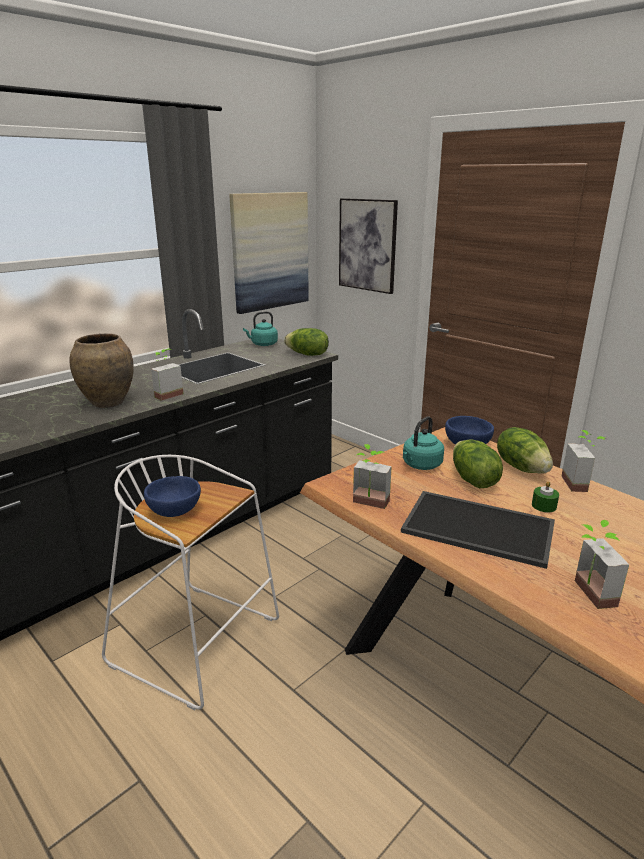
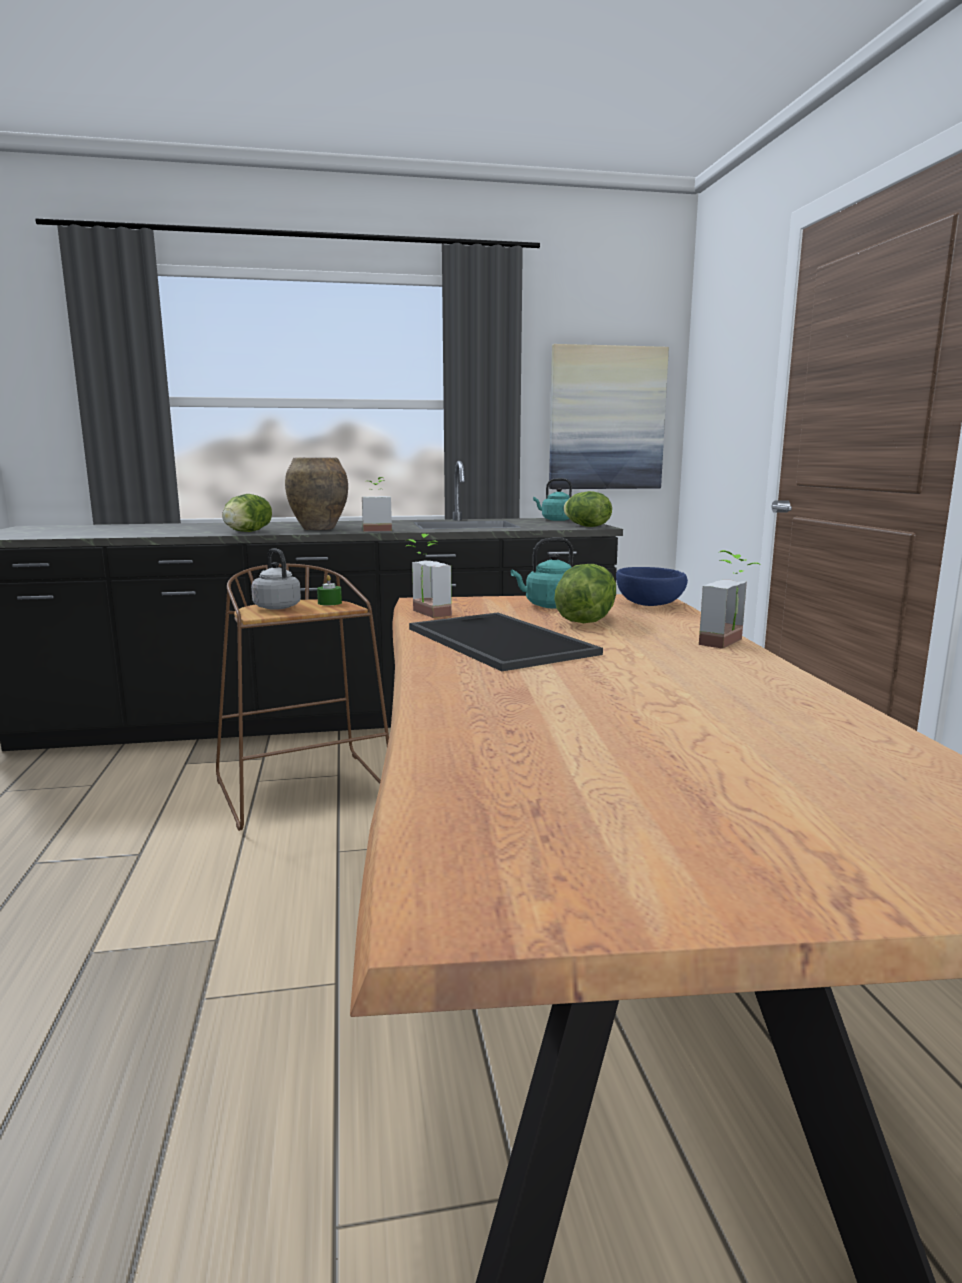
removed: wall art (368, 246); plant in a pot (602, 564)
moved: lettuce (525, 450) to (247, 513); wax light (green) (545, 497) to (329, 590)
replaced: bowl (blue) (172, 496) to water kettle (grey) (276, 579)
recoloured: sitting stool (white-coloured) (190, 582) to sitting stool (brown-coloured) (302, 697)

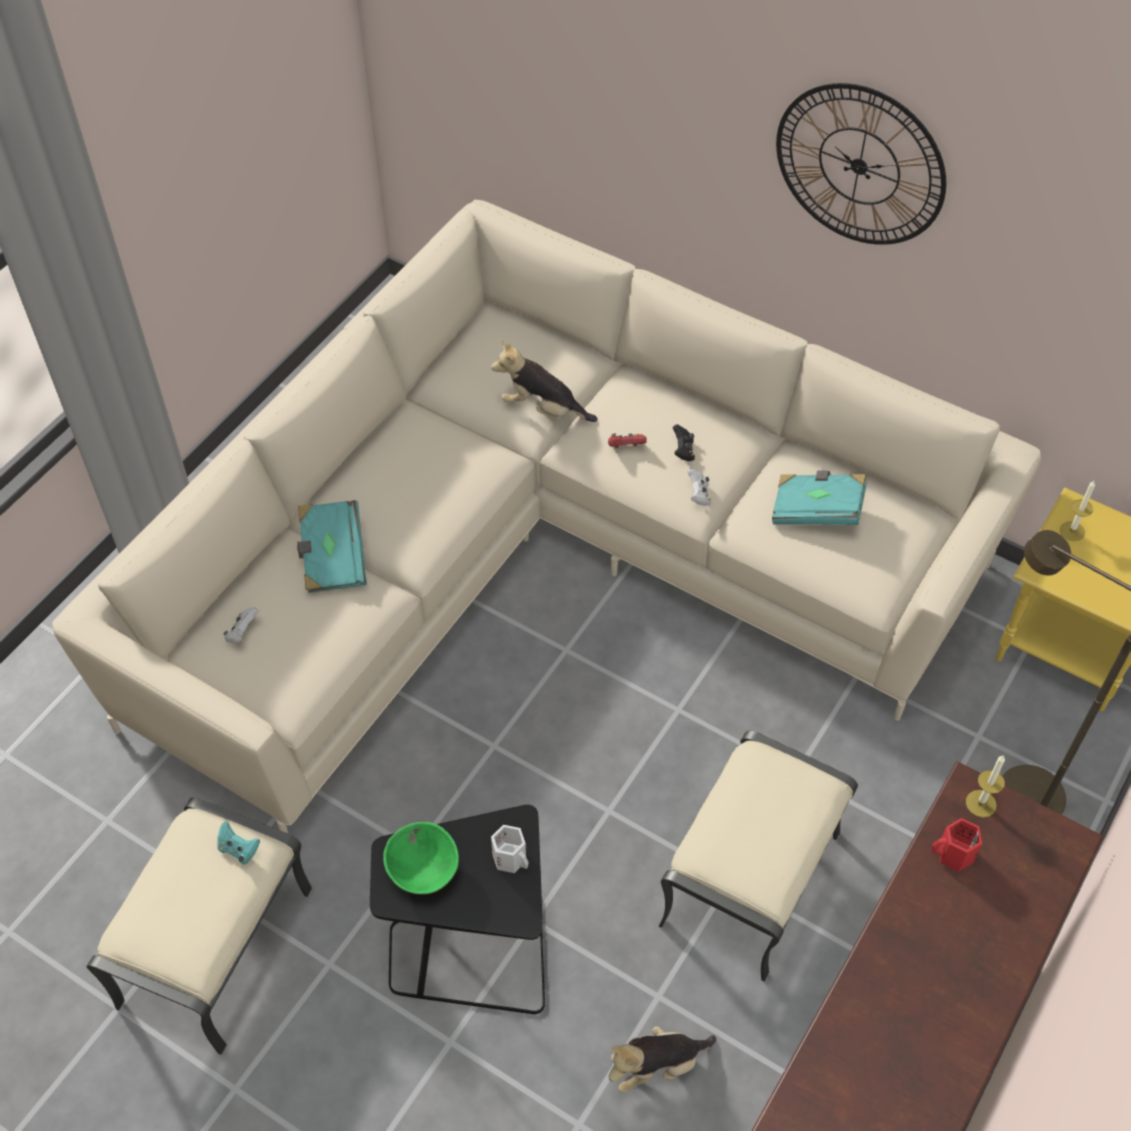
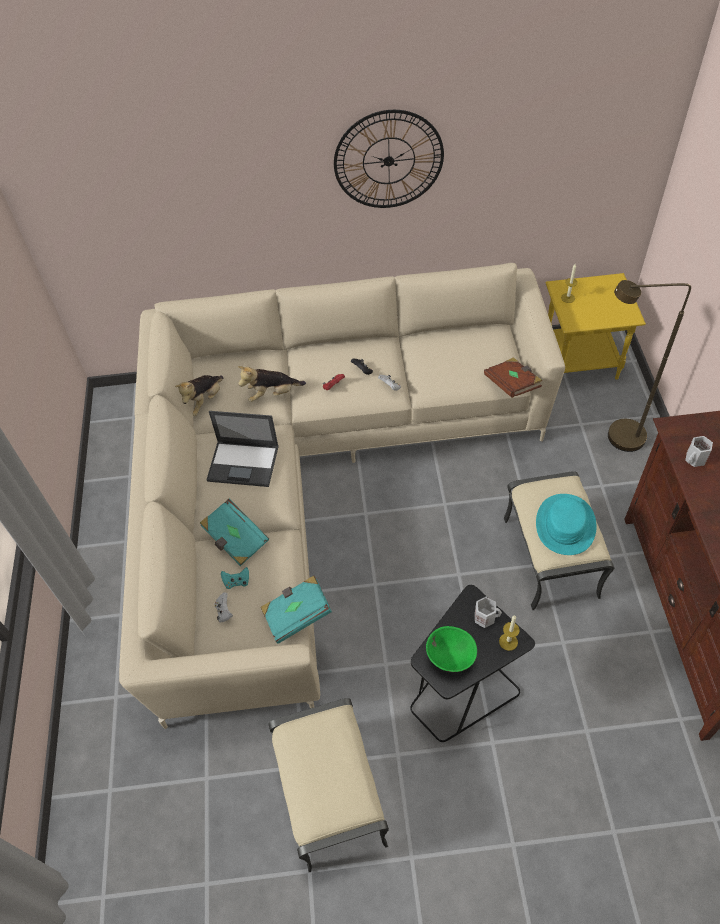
added: laptop (242, 449); bound book (brown-coloured) (513, 377); hat (turquoise) (566, 524)
moved: gamepad (turquoise) (239, 842) to (235, 578); cuddly toy (662, 1059) to (199, 395); bound book (turquoise) (819, 497) to (296, 610); wax light (985, 787) to (509, 633)
recoloured: coffee mug (red-coloured) (957, 845) to coffee mug (white-coloured) (699, 451)

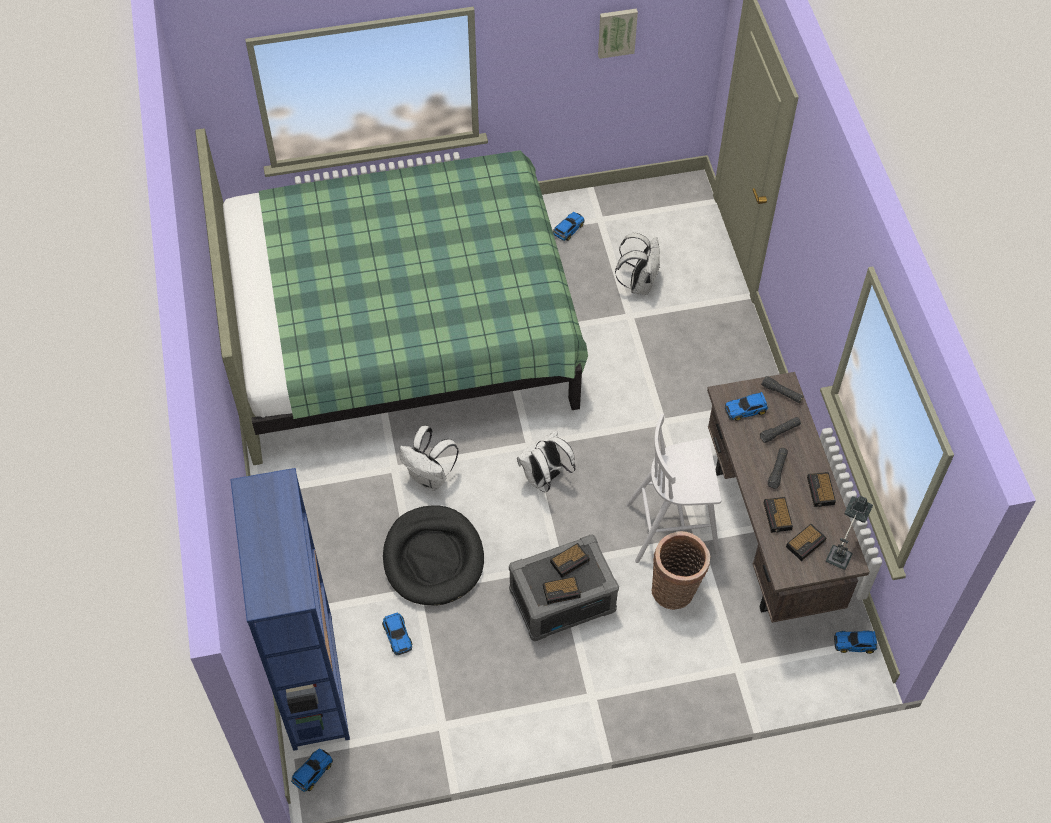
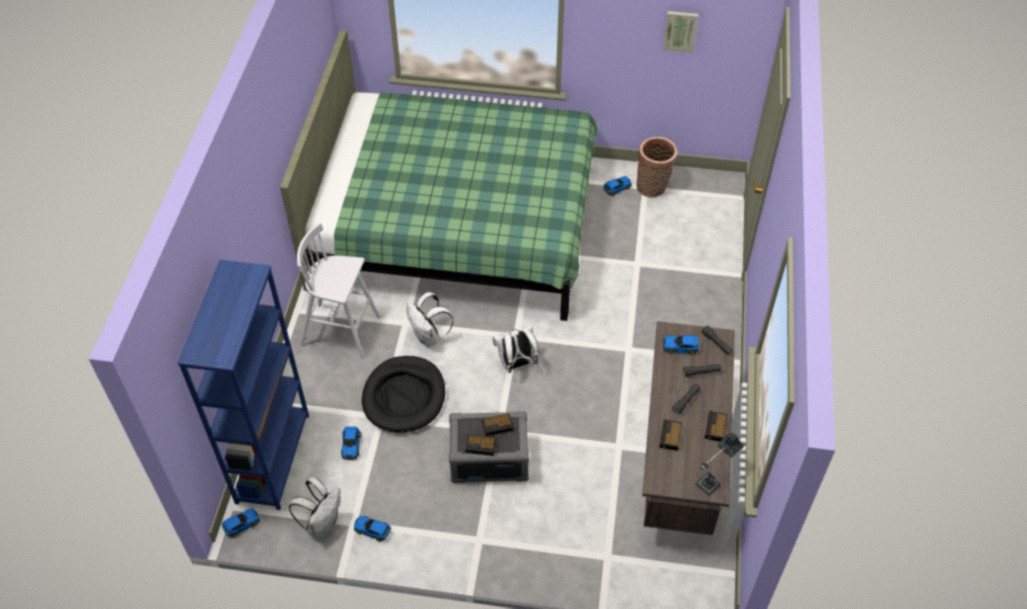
removed: table clock (806, 542)
moved: rucksack (white-coloured) (637, 264) to (315, 507); sitting stool (white-coloured) (673, 488) to (339, 290); basket (680, 570) to (657, 167); miniature car (855, 642) to (372, 529)

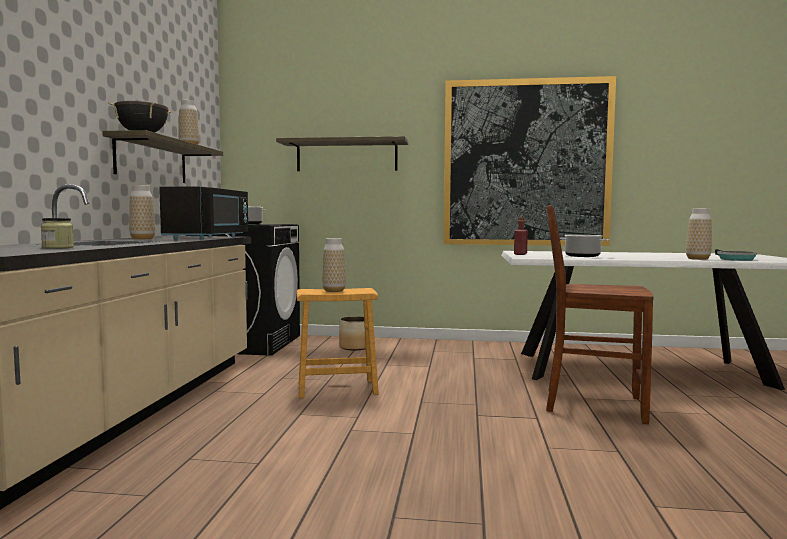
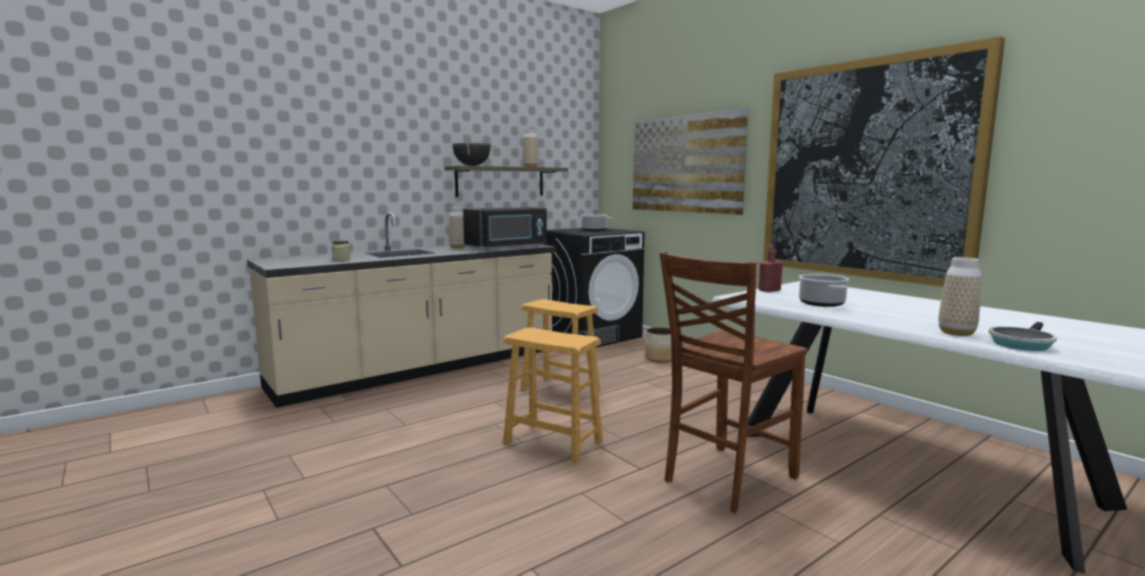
removed: decorative vase (334, 265)
added: sitting stool (brown-coloured) (553, 395)
replaced: bracket shelf (342, 153) to wall art (690, 161)
turned: chair (brown-coloured) (599, 314) = (733, 382) 105 degrees counterclockwise

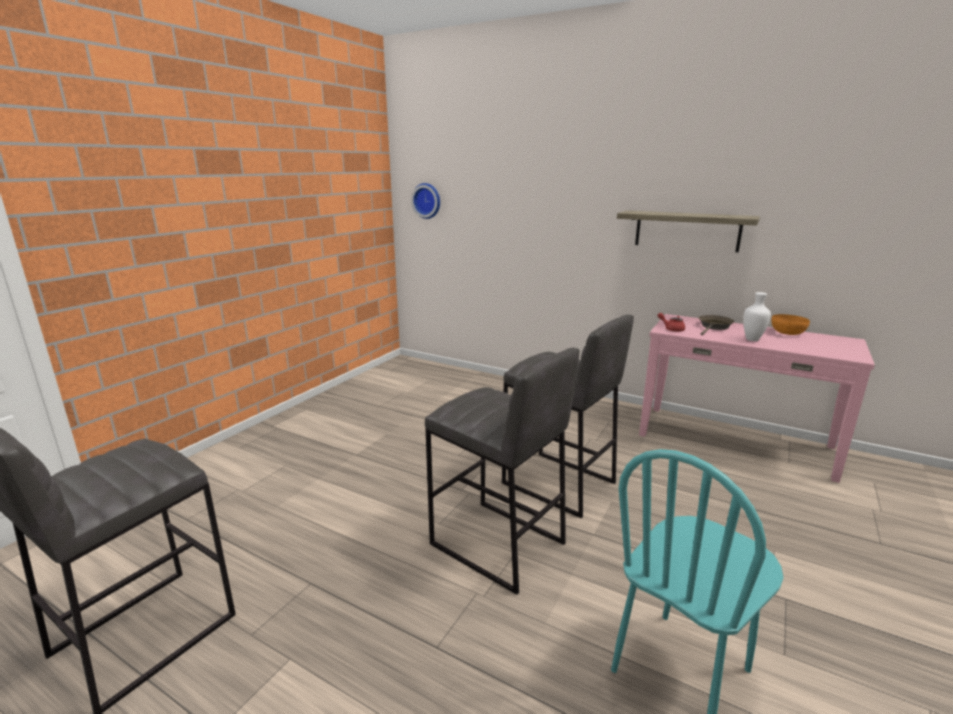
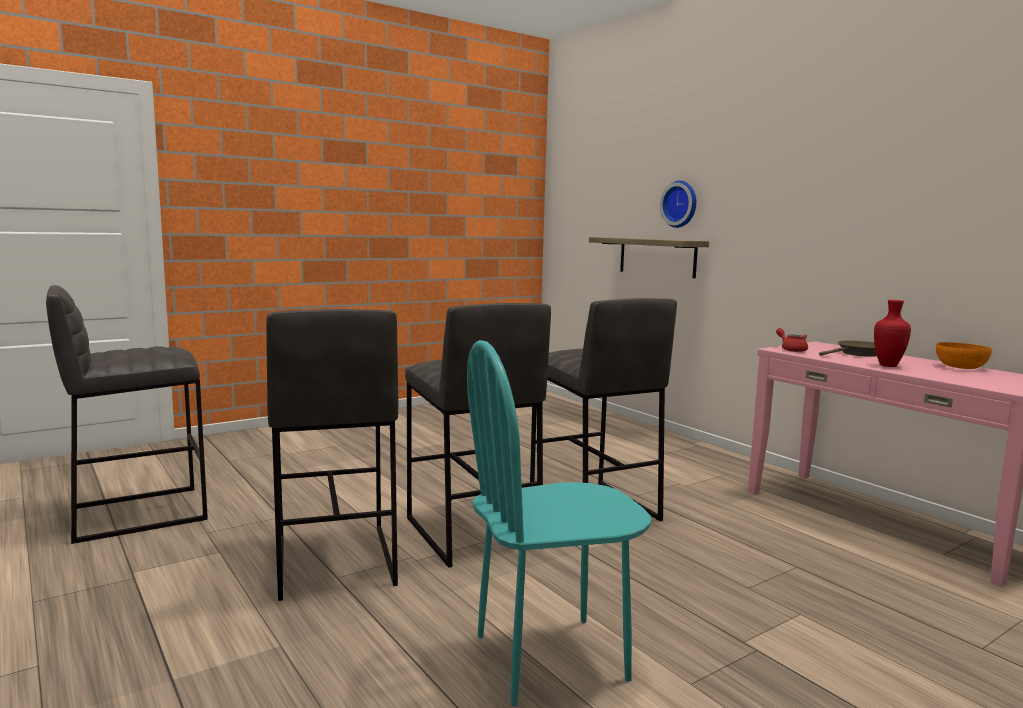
added: sitting stool (grey) (332, 455)
moved: clock on the wall (425, 201) to (678, 204); bracket shelf (688, 231) to (649, 257)
recoloured: decorative vase (white-coloured) (757, 316) to decorative vase (red-coloured) (892, 333)

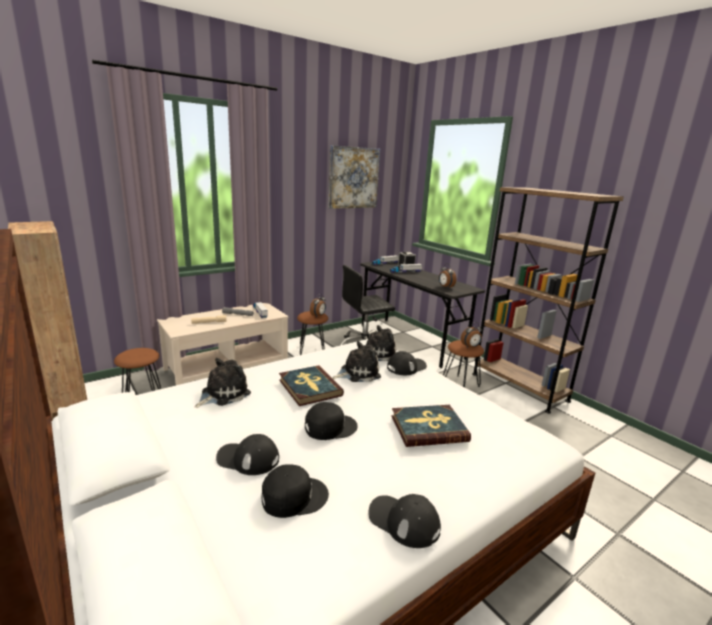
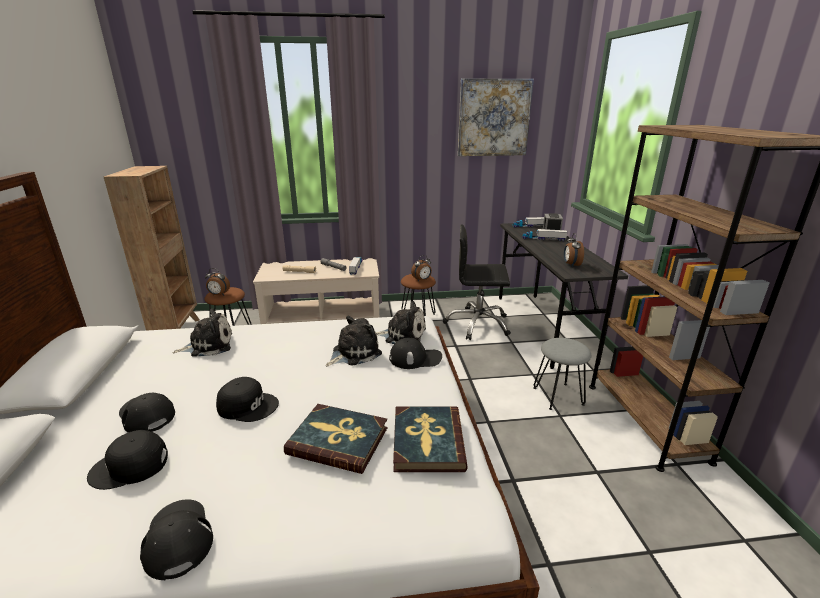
moved: bound book (311, 385) to (430, 439); table clock (471, 335) to (217, 281)
recoloured: sitting stool (brown-coloured) (463, 363) to sitting stool (grey) (562, 374)
turned: cap (black-coloured) (295, 491) = (127, 460) 150 degrees clockwise; cuddly toy (356, 361) = (354, 341) 45 degrees counterclockwise

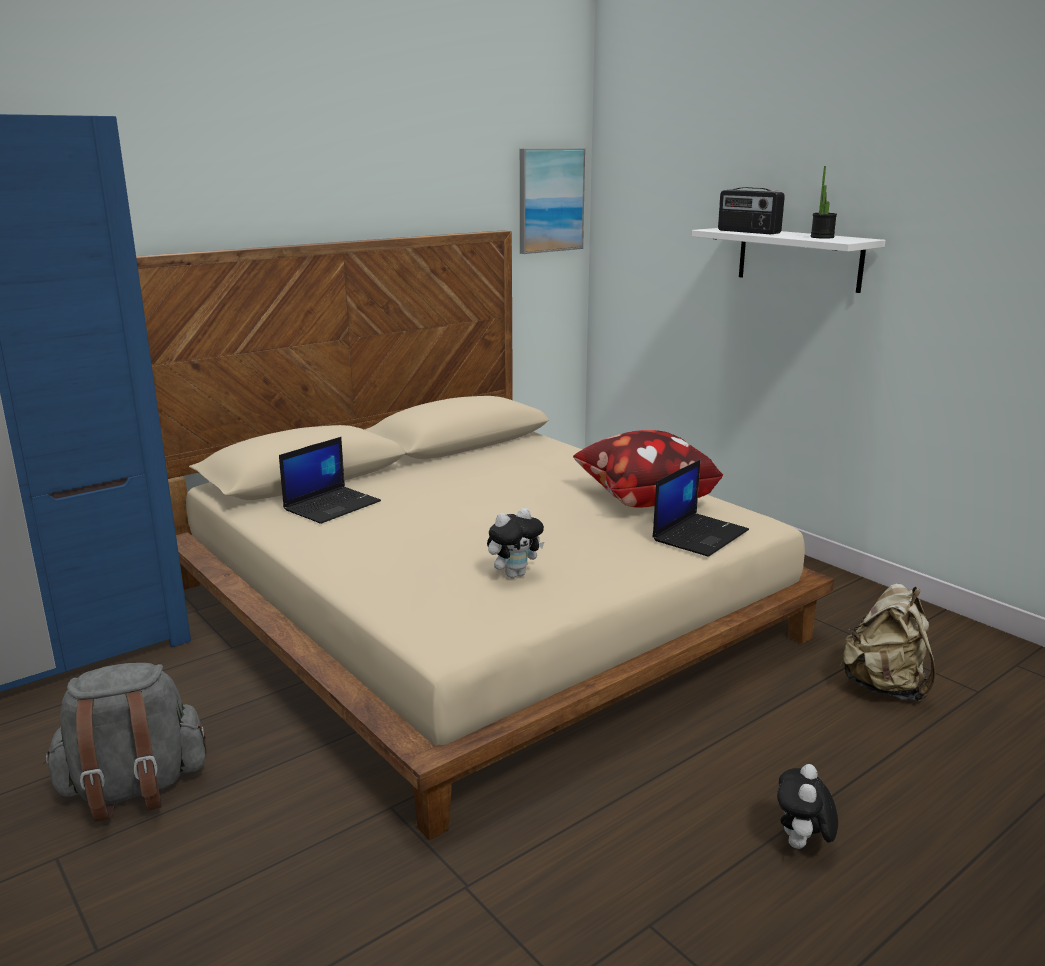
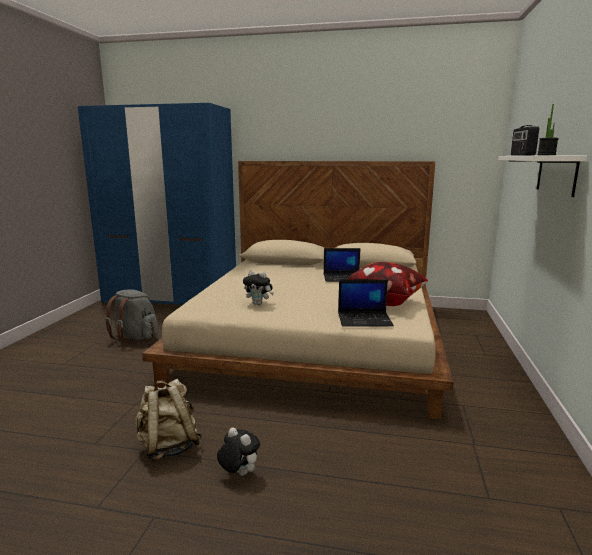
removed: wall art (552, 201)
moved: laptop (330, 480) to (342, 265); rucksack (beige-coloured) (888, 643) to (169, 420)
turned: cuddly toy (807, 806) = (238, 451) 60 degrees clockwise

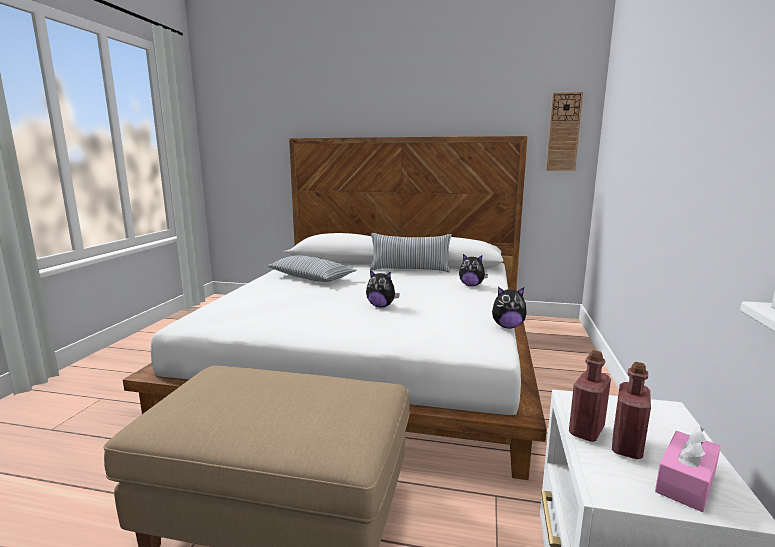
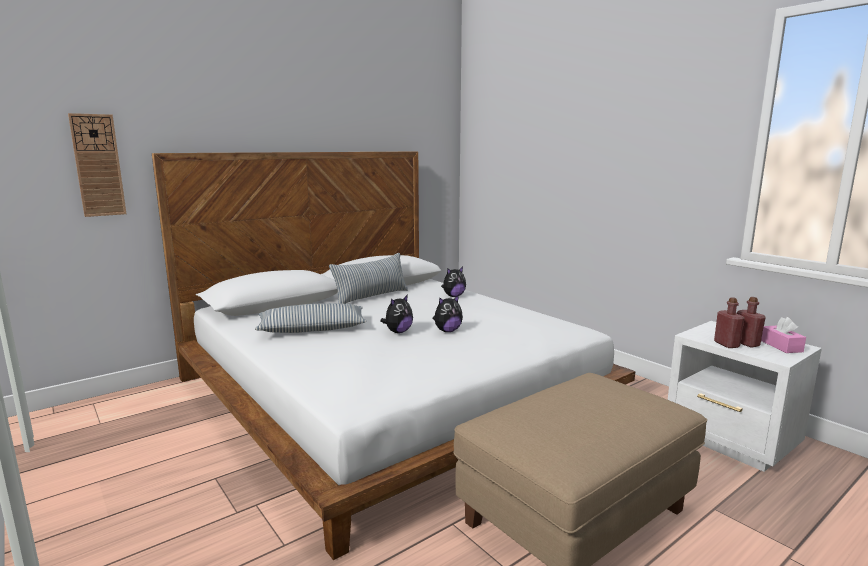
moved: cuddly toy (509, 307) to (396, 313); clock on the wall (564, 131) to (97, 165)

